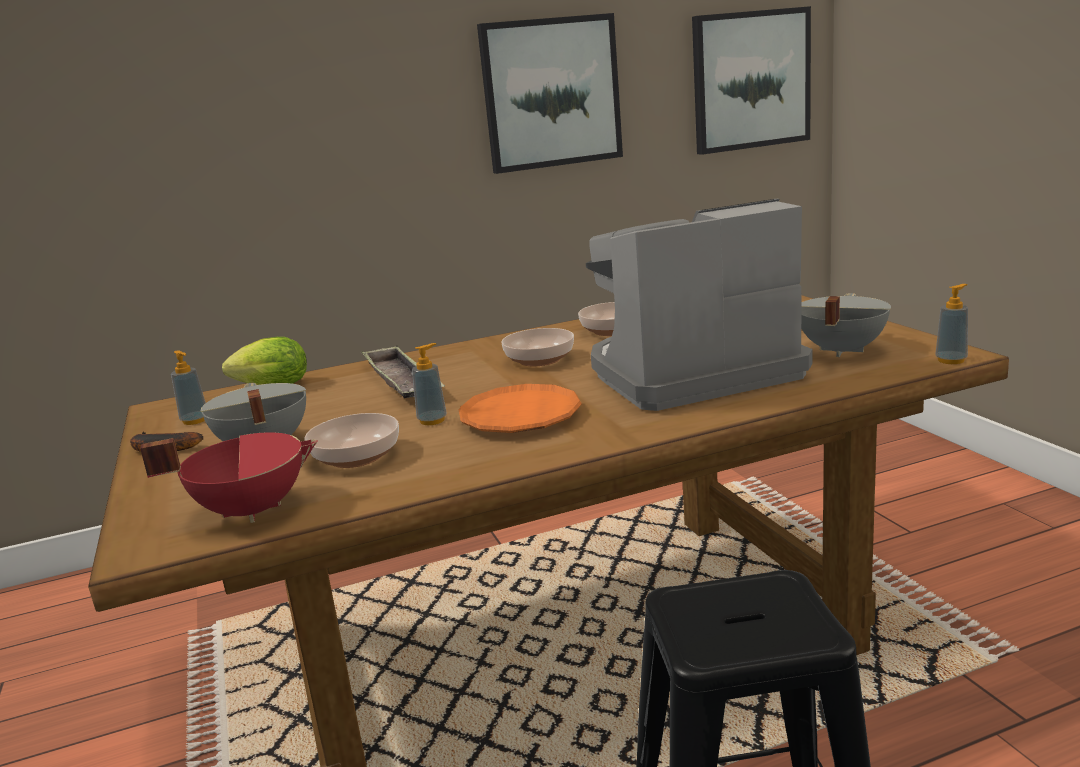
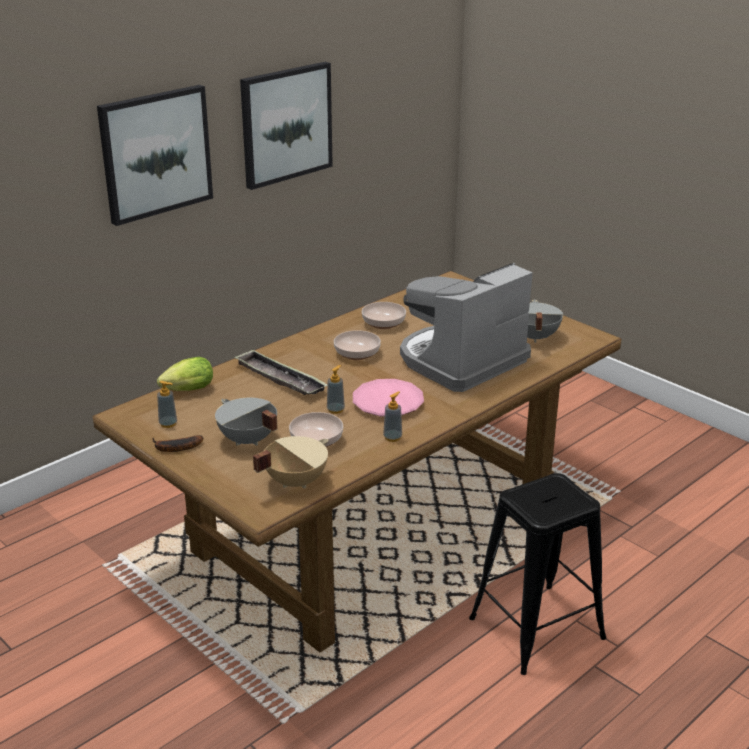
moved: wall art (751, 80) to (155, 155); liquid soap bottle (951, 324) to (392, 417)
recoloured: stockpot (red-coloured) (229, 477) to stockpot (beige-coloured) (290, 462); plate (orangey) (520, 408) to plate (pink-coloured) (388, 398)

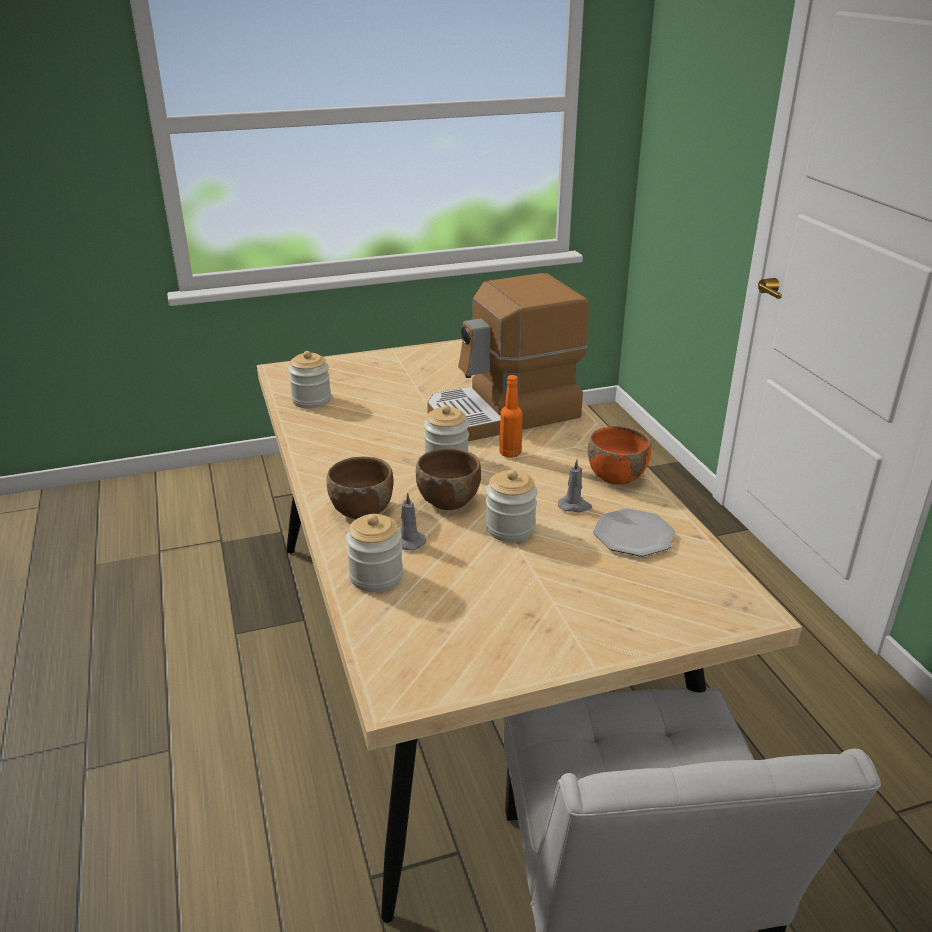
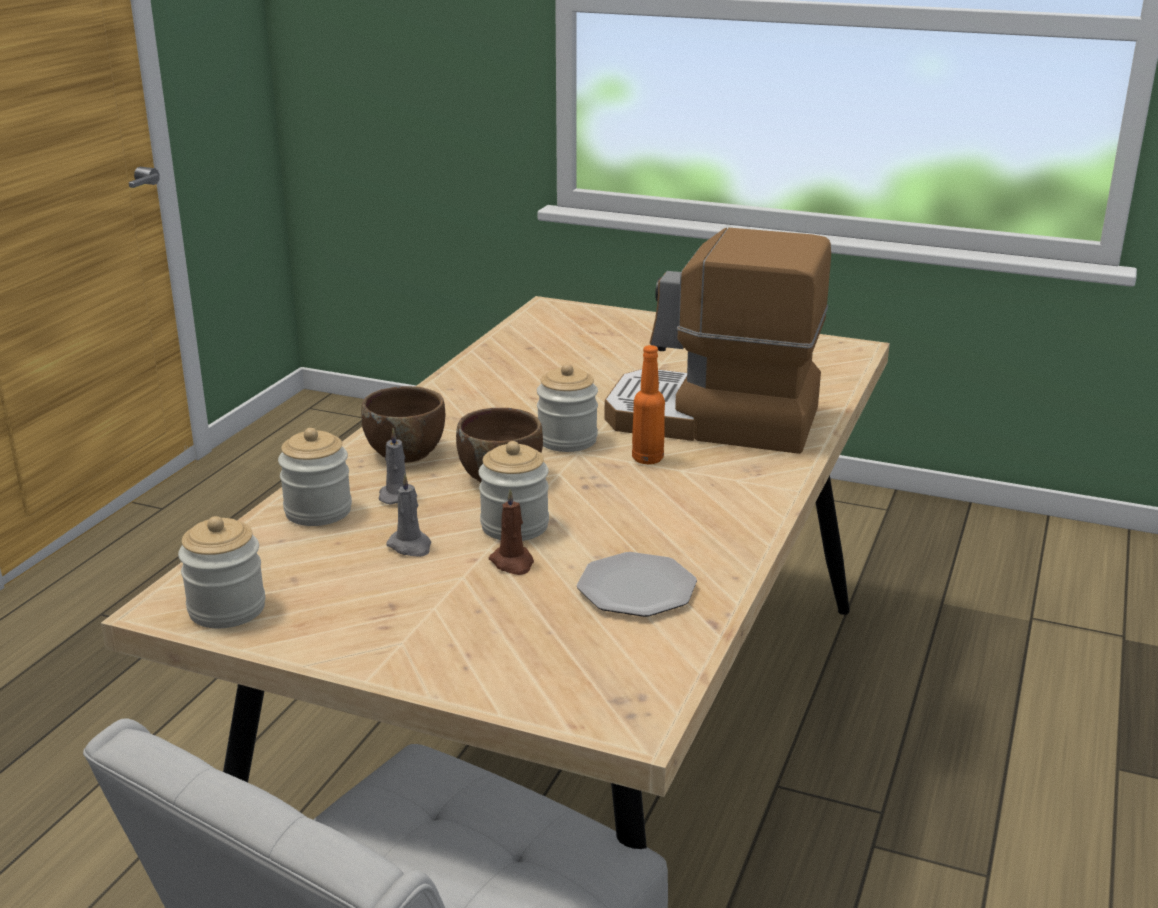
removed: bowl (orangey) (620, 455)
added: wax light (brown-coloured) (511, 532)
moved: storage jar (309, 380) to (221, 572); wax light (grey) (575, 485) to (408, 515)

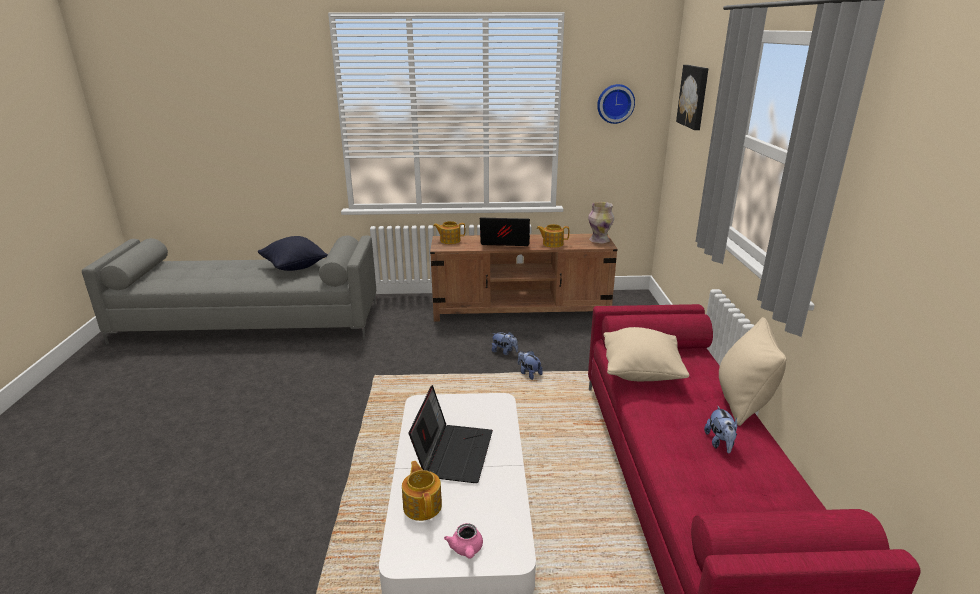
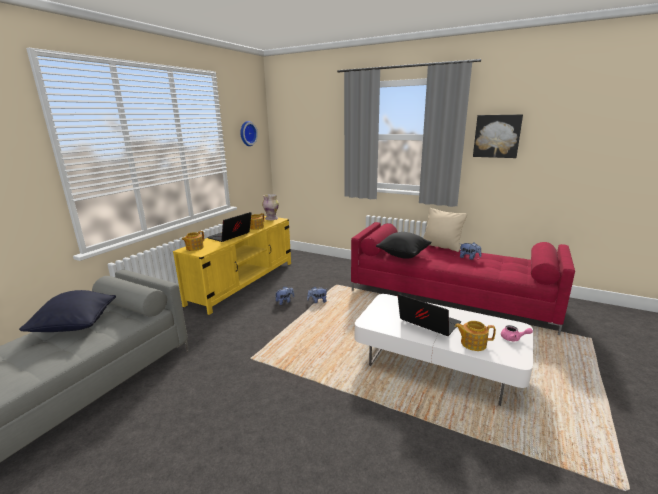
moved: wall art (692, 97) to (498, 136)
recoloured: tv unit (brown-coloured) (523, 278) to tv unit (yellow) (232, 265); throw pillow (beige-coloured) (646, 354) to throw pillow (black-coloured) (403, 245)

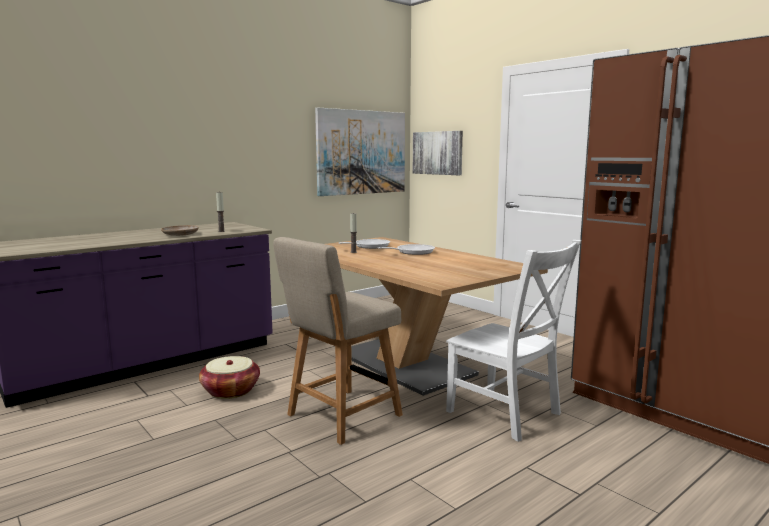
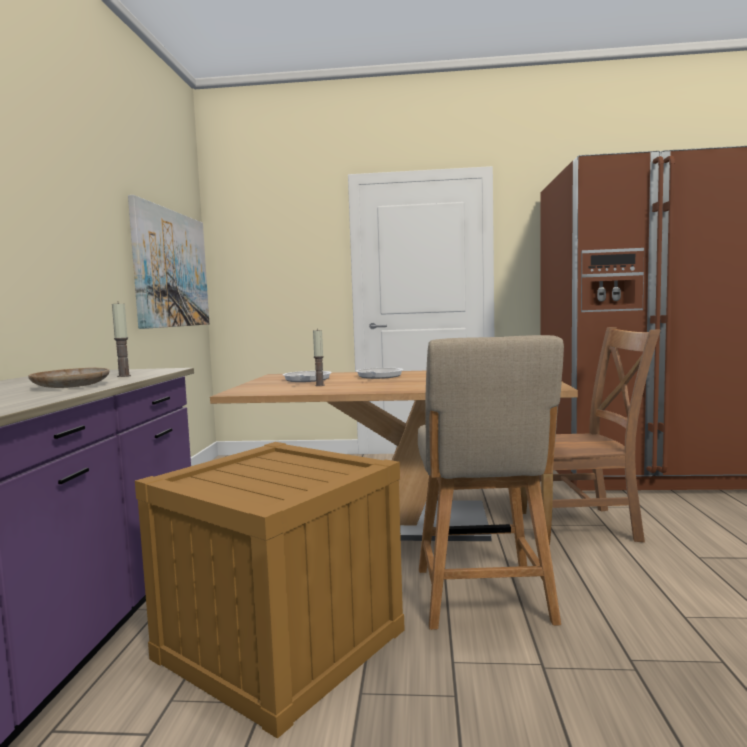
removed: wall art (438, 153)
replaced: basket (229, 377) to shipping crate (270, 590)
recoloured: chair (white-coloured) (513, 341) to chair (brown-coloured) (590, 436)

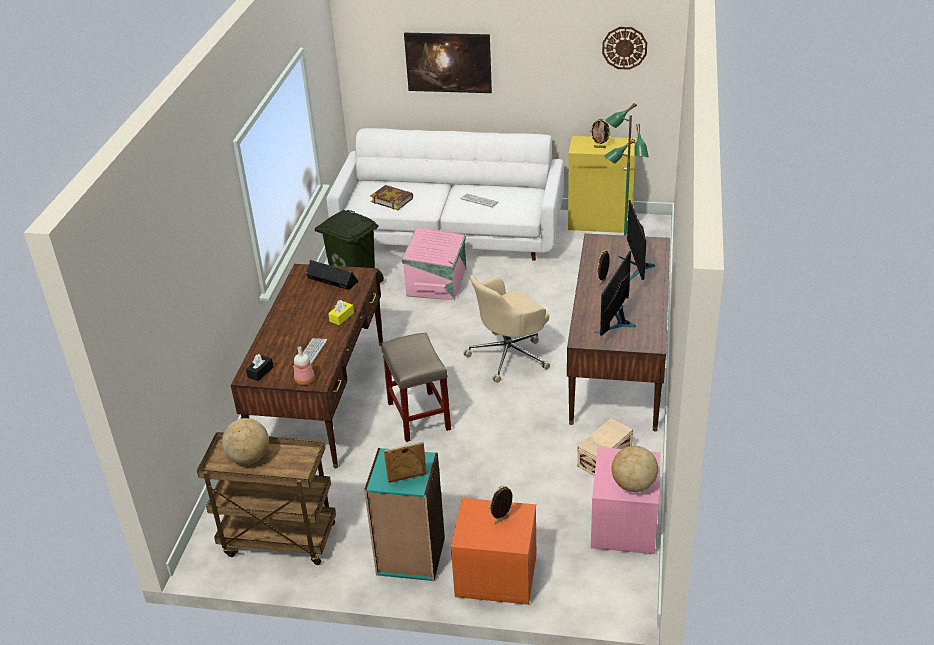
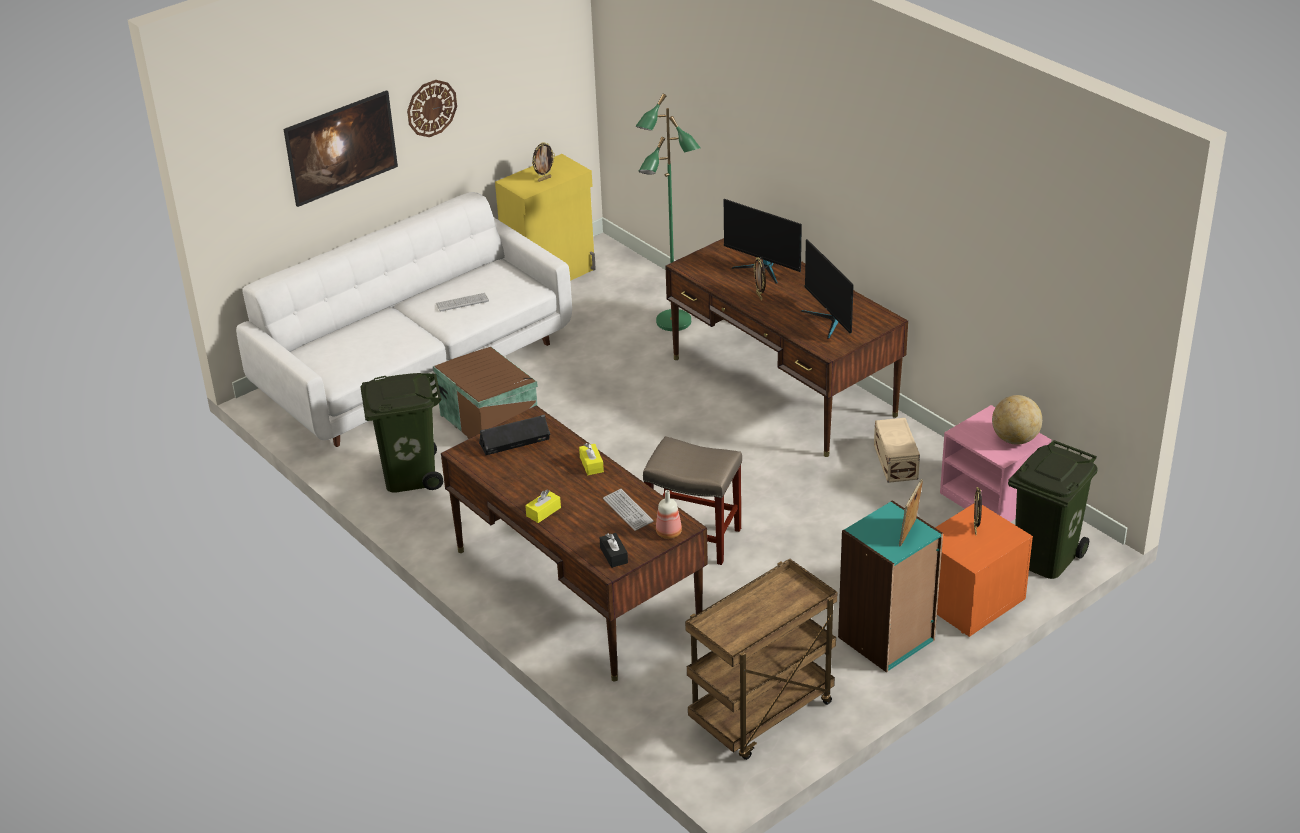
removed: desk globe (245, 441); bound book (391, 197); computer chair (beige-coloured) (506, 329)
added: tissue box (yellow) (543, 506); trash can (green) (1053, 509)
moved: clock on the wall (624, 48) to (432, 108)
recoloured: storage bin (pink-coloured) (434, 264) to storage bin (brown-coloured) (485, 393)

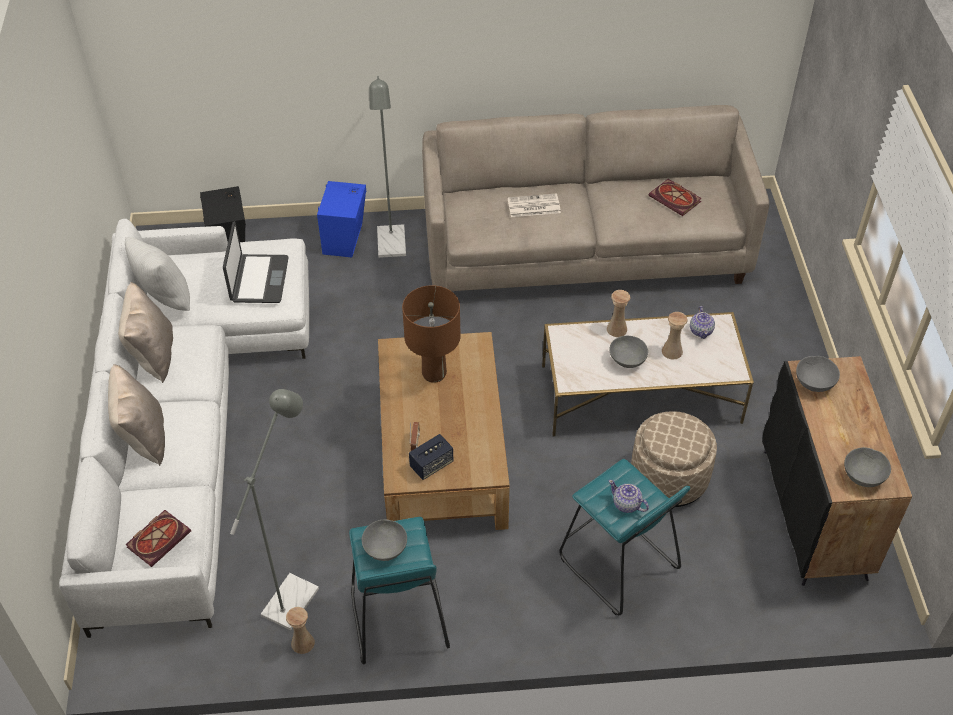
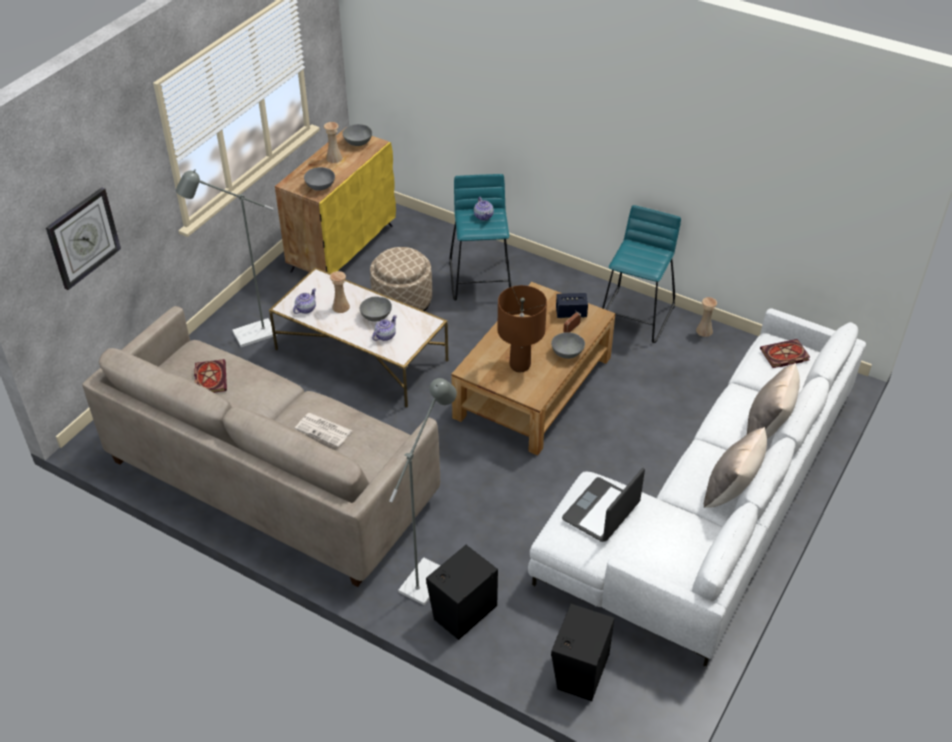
removed: throw pillow (white-coloured) (157, 274)
added: clock on the wall (83, 238); pot for tea (384, 328)
moved: standing lamp (grey) (274, 509) to (226, 258); bowl (grey) (384, 540) to (568, 345); decorative vase (beige-coloured) (618, 313) to (333, 142)
recoloured: speaker (blue) (341, 219) to speaker (black-coloured) (462, 592); cupboard (black-coloured) (837, 471) to cupboard (yellow) (335, 201)

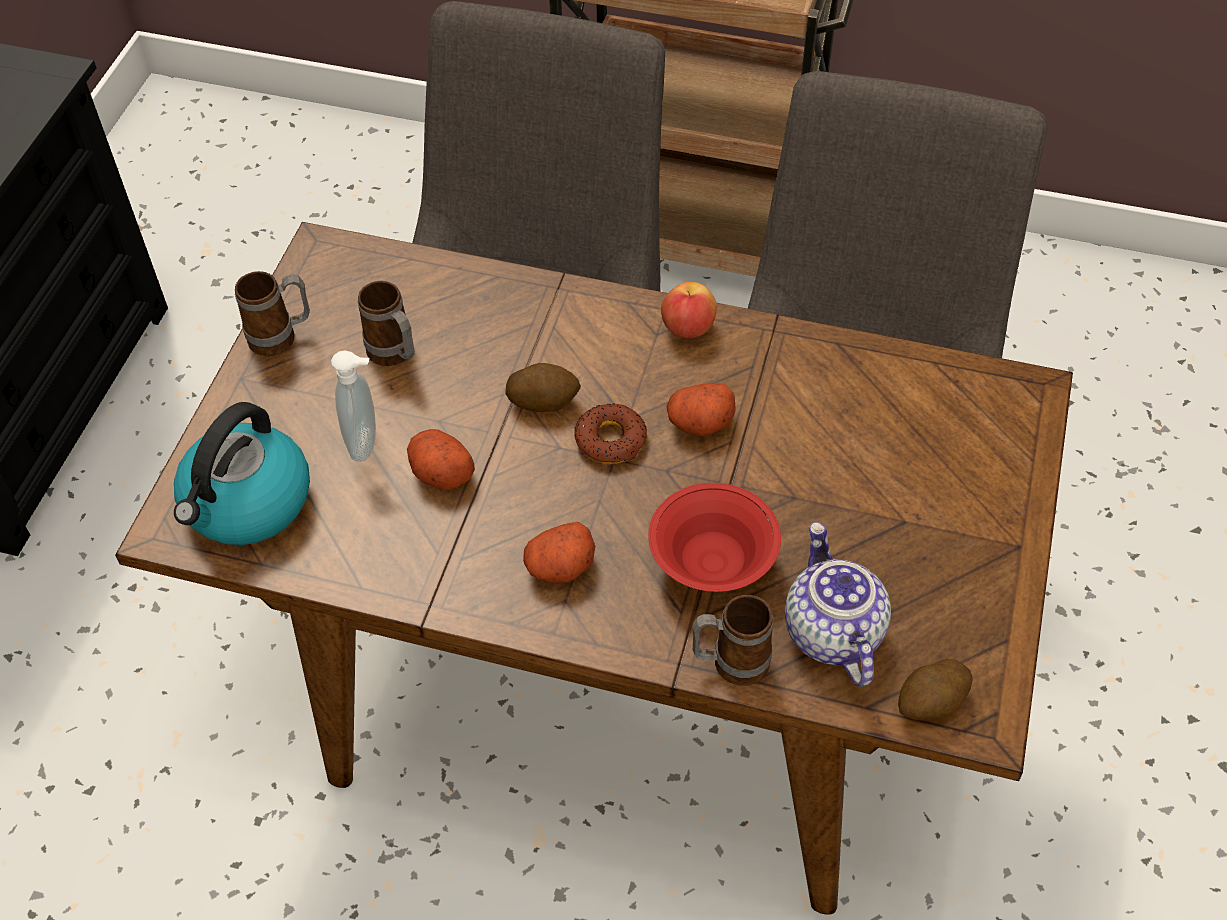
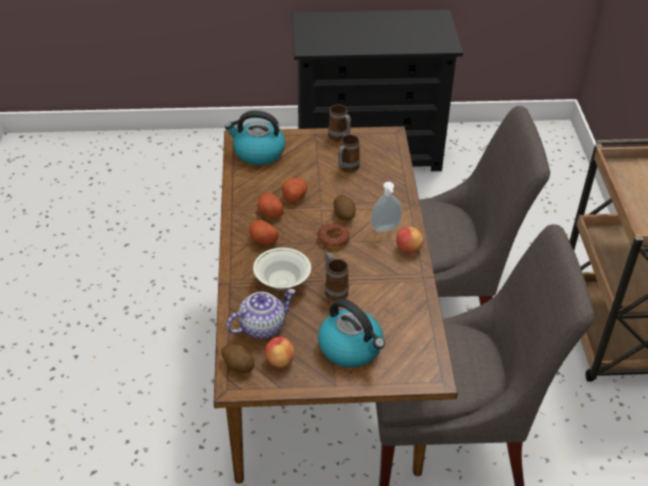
added: apple (279, 352); water kettle (351, 333)
moved: liquid soap bottle (353, 406) to (386, 207); spud (701, 409) to (271, 206); coffee mug (732, 640) to (337, 276)
recoloured: bowl (red-coloured) (714, 537) to bowl (white-coloured) (282, 269)

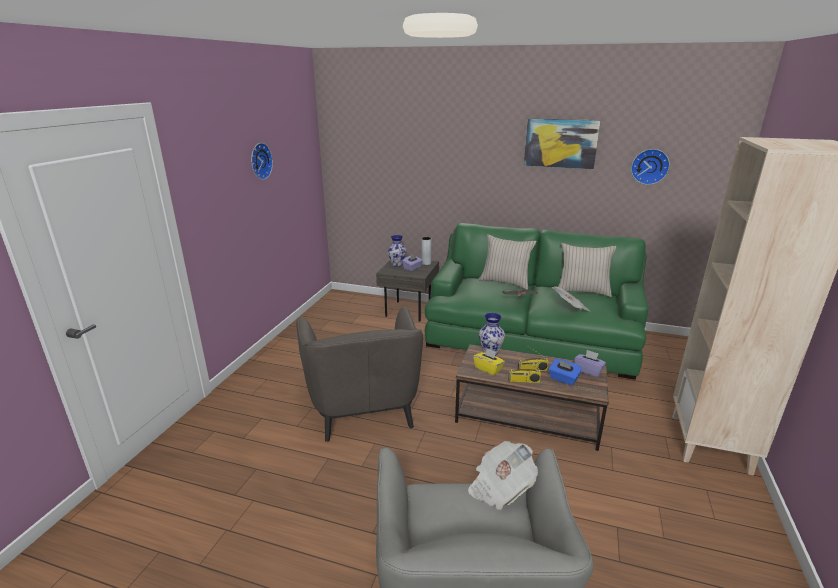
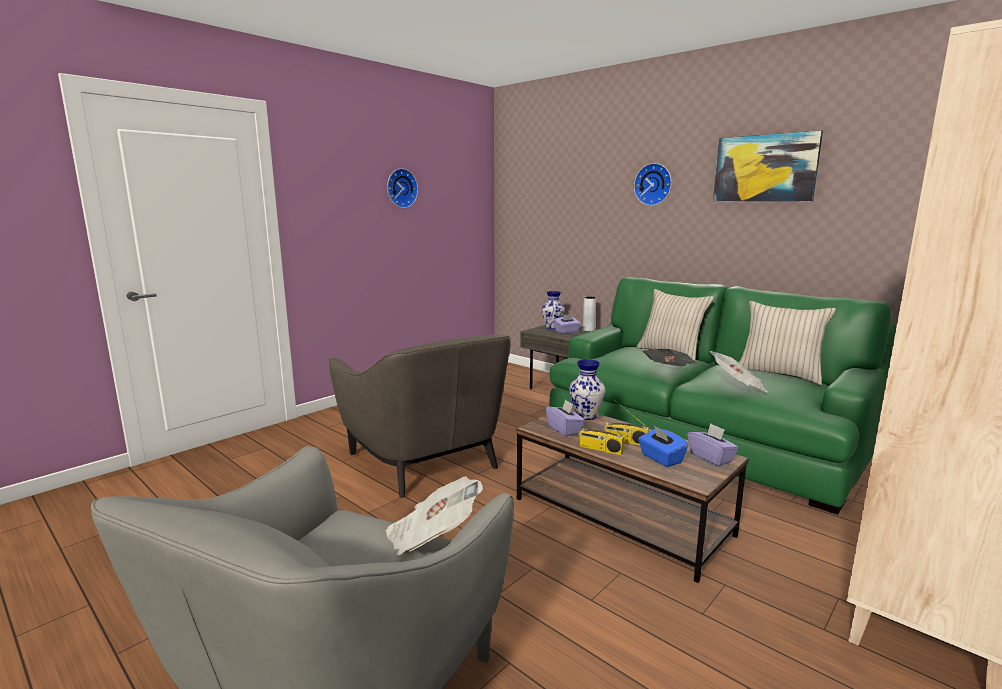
moved: clock on the wall (650, 167) to (653, 184)
recoloured: tissue box (yellow) (489, 361) to tissue box (purple-coloured) (565, 418)
turned: easy chair (grey) (359, 374) = (420, 416) 45 degrees counterclockwise

